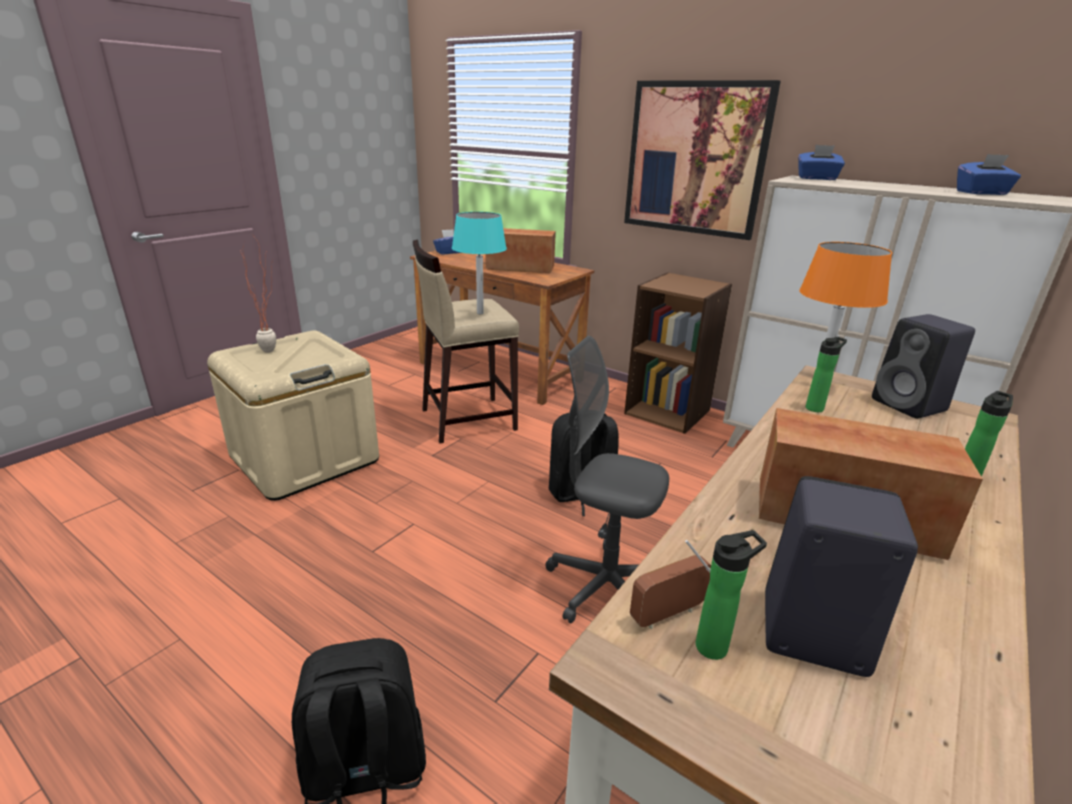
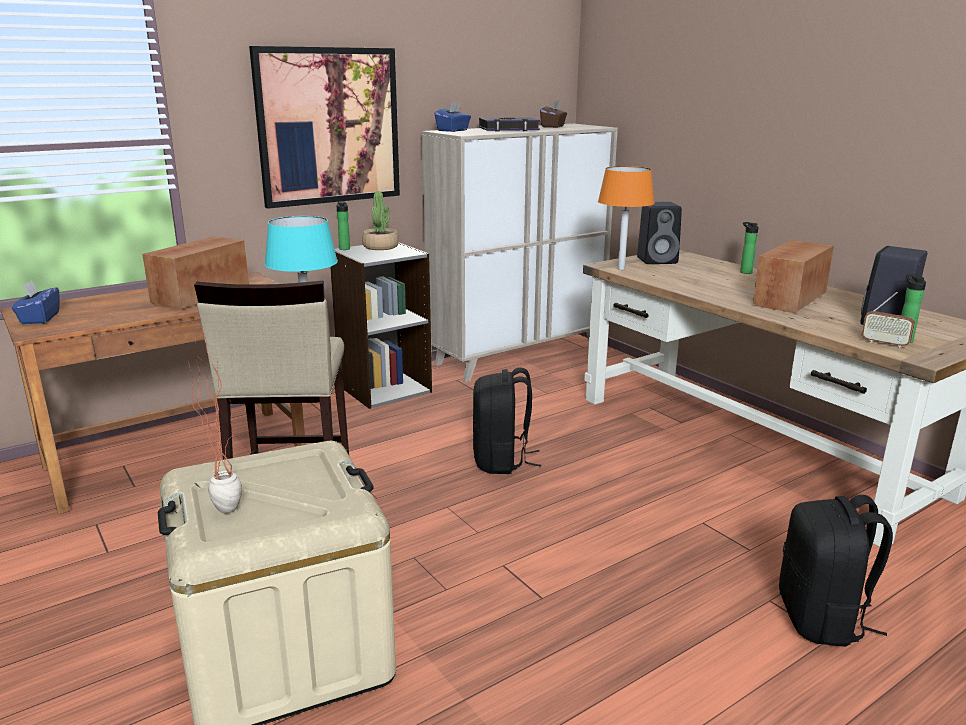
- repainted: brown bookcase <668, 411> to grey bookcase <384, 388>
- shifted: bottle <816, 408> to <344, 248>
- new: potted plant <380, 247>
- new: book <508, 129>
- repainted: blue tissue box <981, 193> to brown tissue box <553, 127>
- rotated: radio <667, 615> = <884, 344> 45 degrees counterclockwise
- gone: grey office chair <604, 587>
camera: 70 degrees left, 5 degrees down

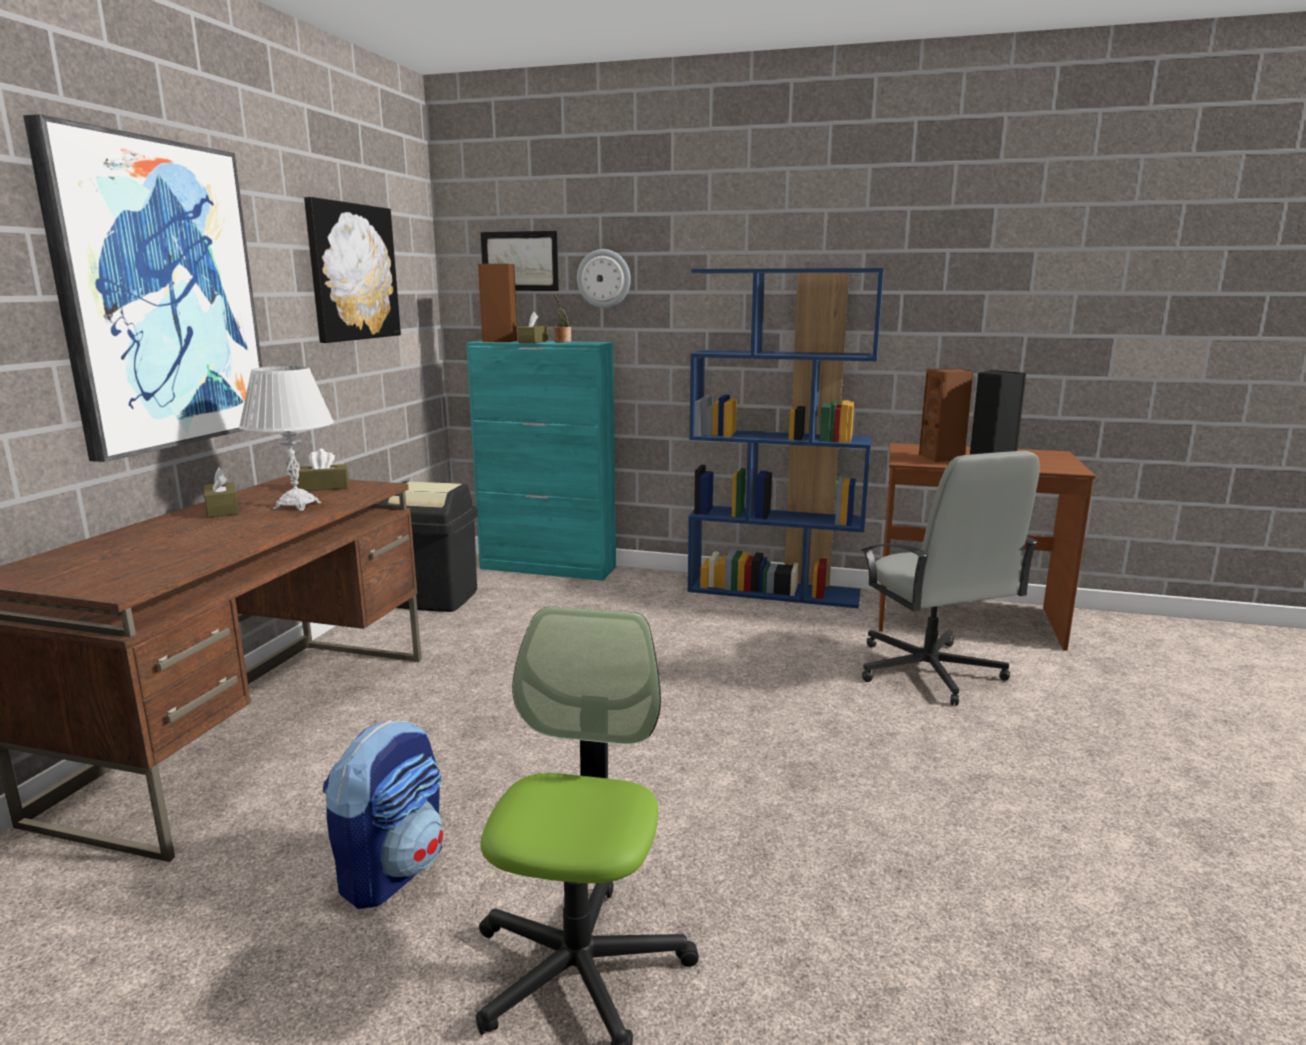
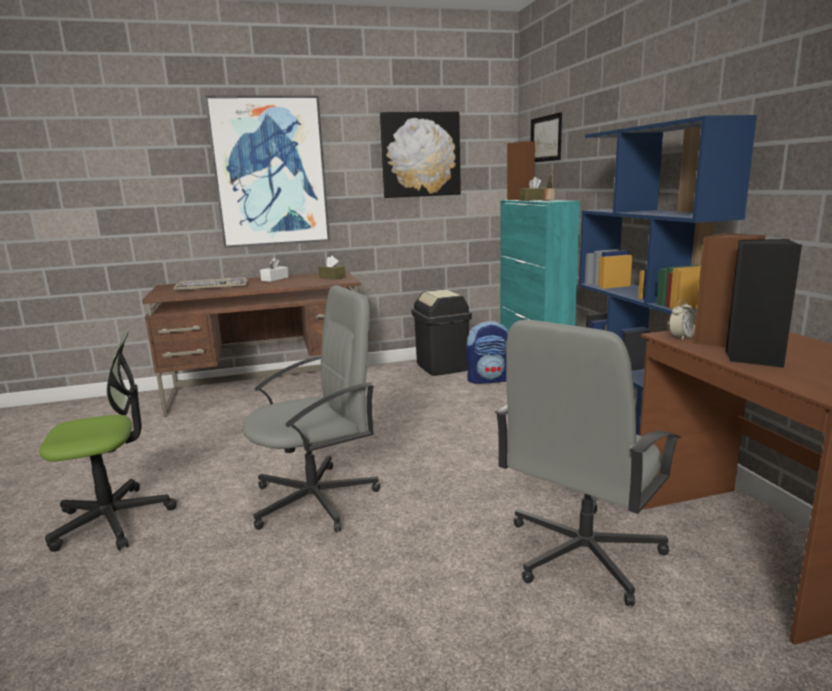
- new: keyboard <212, 287>
- new: grey office chair <316, 499>
- repainted: brown tissue box <222, 510> to white tissue box <275, 279>
- shifted: backpack <393, 870> to <489, 379>
- new: alarm clock <681, 337>
- gone: white table lamp <297, 505>
- gone: wall clock <604, 278>
camera: 60 degrees right, 0 degrees up

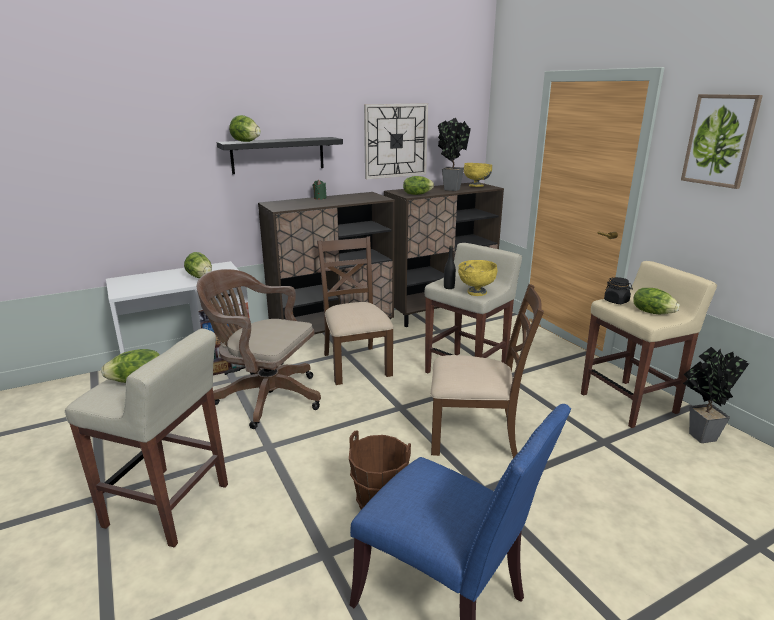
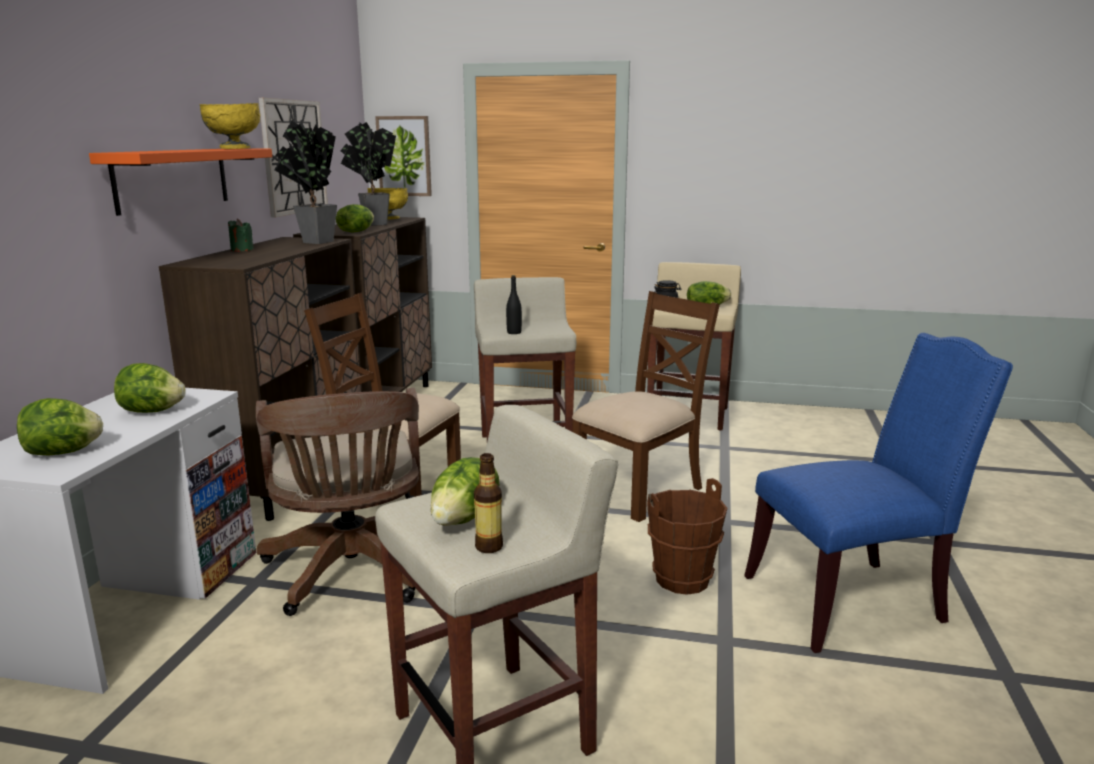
- shifted: lettuce <245, 141> to <63, 452>
- repainted: black shelf <278, 155> to orange shelf <172, 179>
- shifted: yellow bowl <476, 292> to <234, 148>
- rotated: brown office chair <265, 397> = <352, 573> 75 degrees counterclockwise
- shifted: potted plant <697, 436> to <313, 242>
- shifted: picture <720, 140> to <404, 156>
- new: bottle <489, 547>
camera: 50 degrees left, 5 degrees down

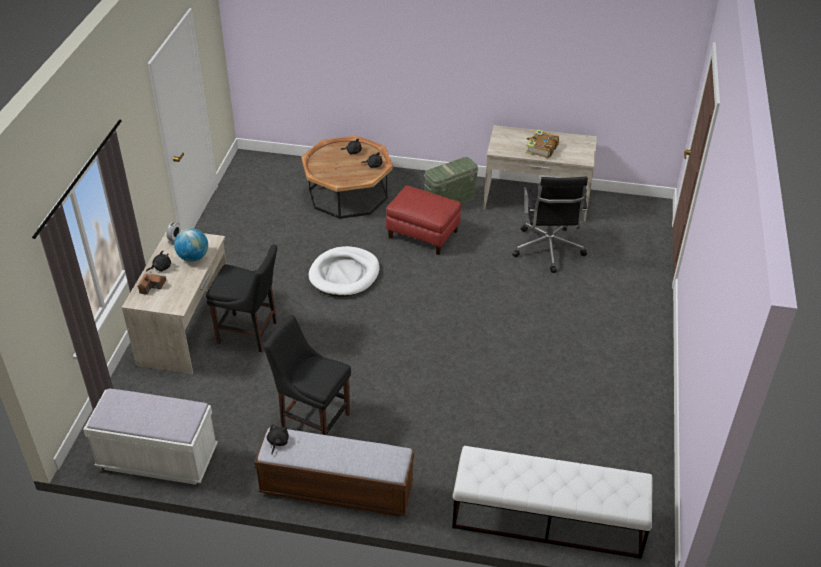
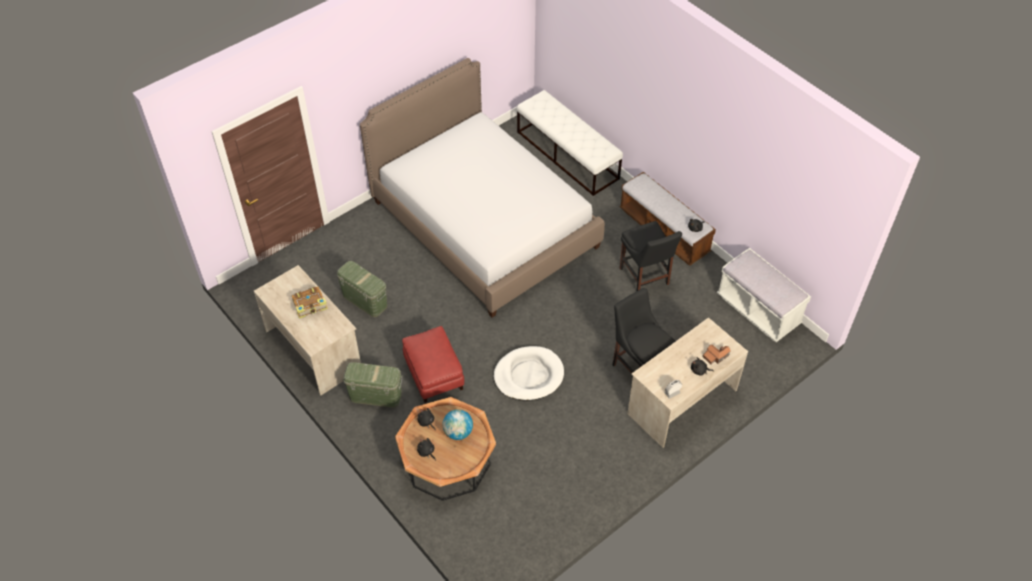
- swapped: black office chair <548, 250> to green storage box <365, 300>
- new: bed <484, 224>
- shifted: globe <193, 257> to <458, 432>
camera: 140 degrees left, 10 degrees up

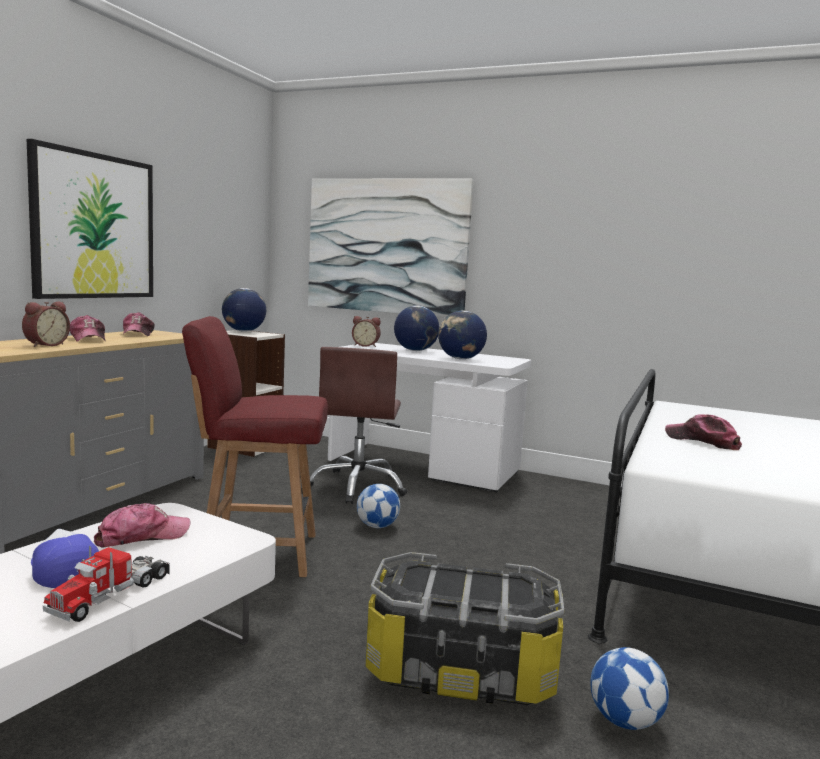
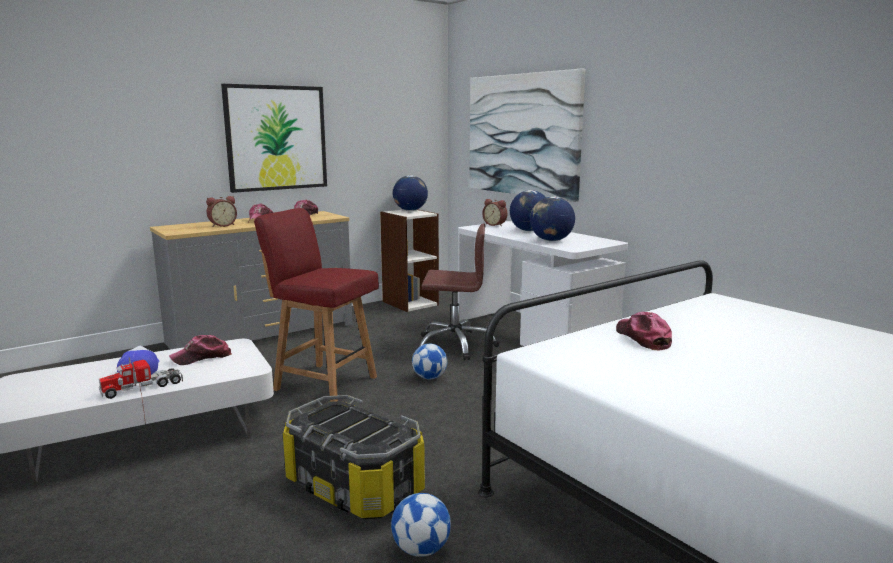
- rotated: cap <142, 536> = <202, 357> 150 degrees clockwise
- rotated: brown office chair <358, 486> = <455, 345> 120 degrees counterclockwise
camera: 30 degrees right, 5 degrees up

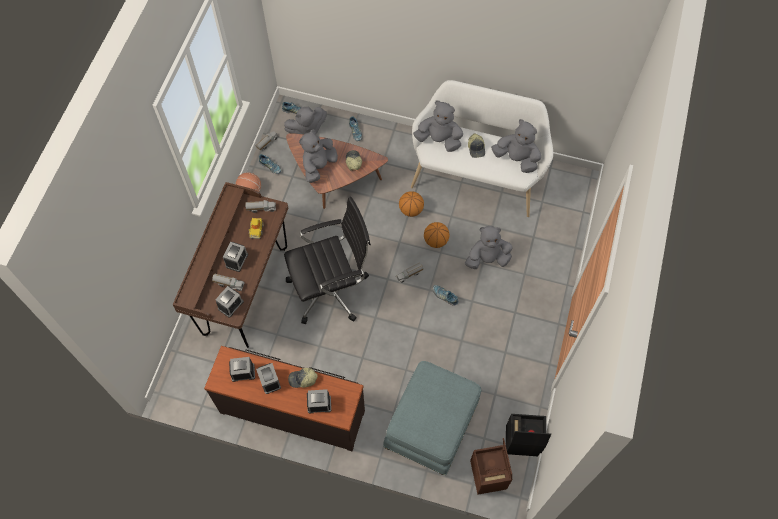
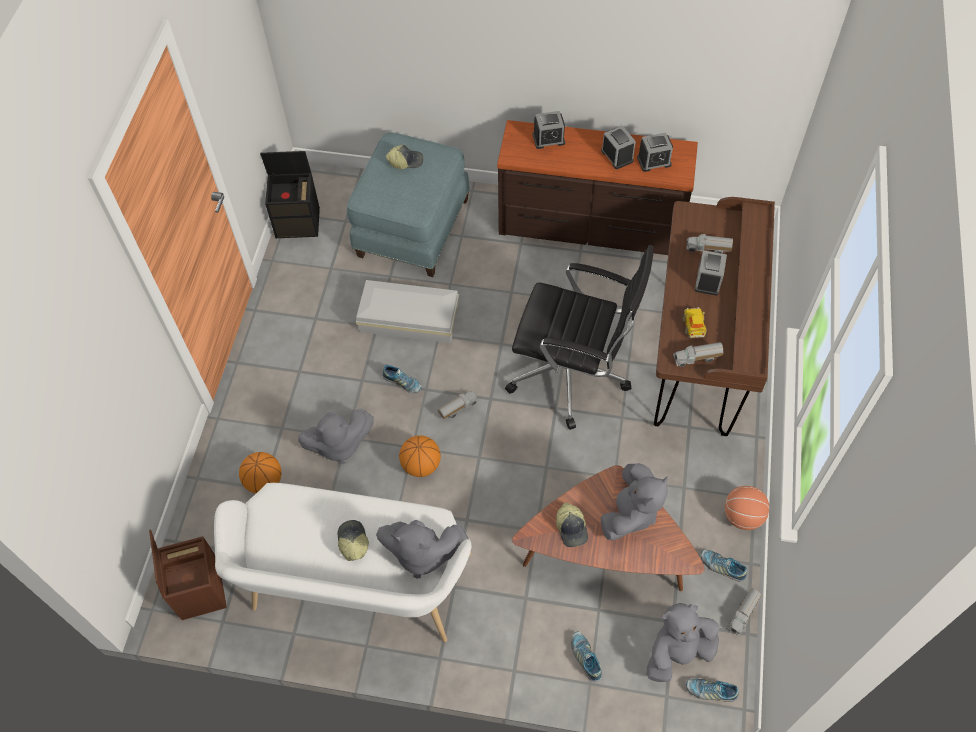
- shifted: brown storage box <489, 475> to <199, 589>
- shifted: basketball <411, 210> to <264, 481>
- new: white storage box <410, 320>
- shifted: cap <302, 379> to <405, 161>
- rotated: black office chair <331, 289> = <572, 375> 135 degrees counterclockwise
- gone: alarm clock <230, 305>
- gone: grey plush toy <516, 159>
camera: 175 degrees right, 5 degrees down

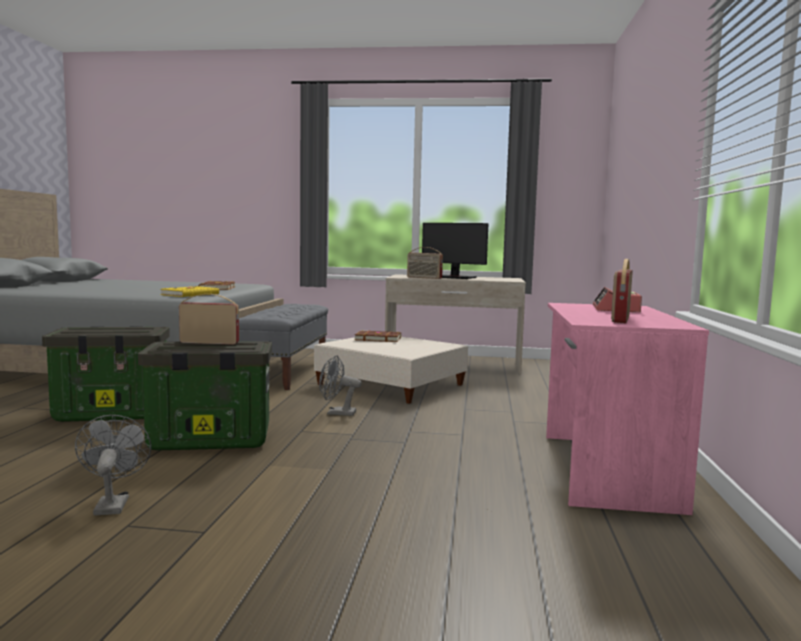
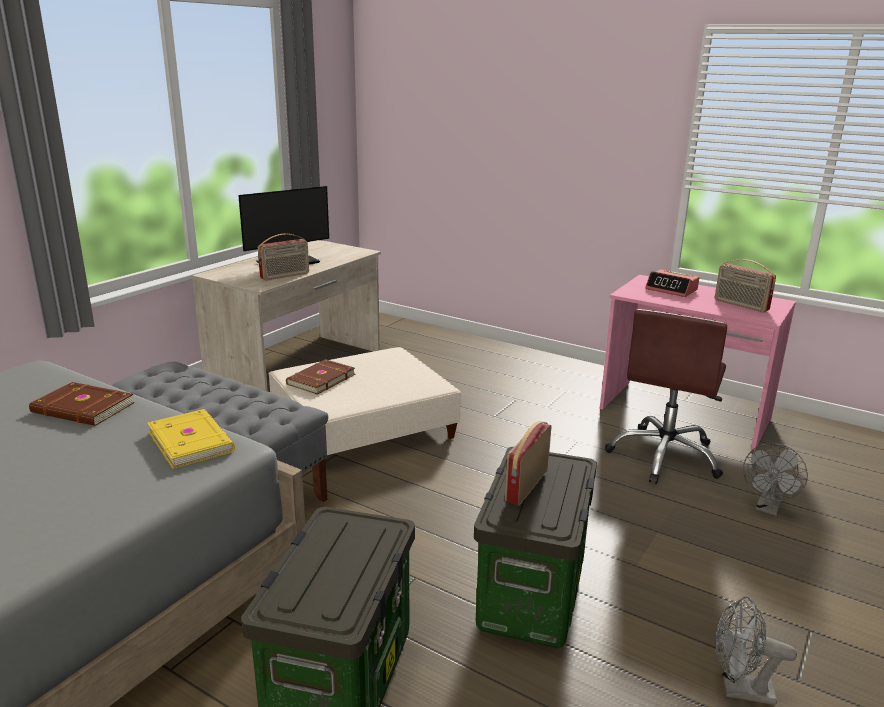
- new: brown office chair <665, 456>
- shifted: grey fan <336, 413> to <768, 508>
camera: 65 degrees left, 15 degrees up

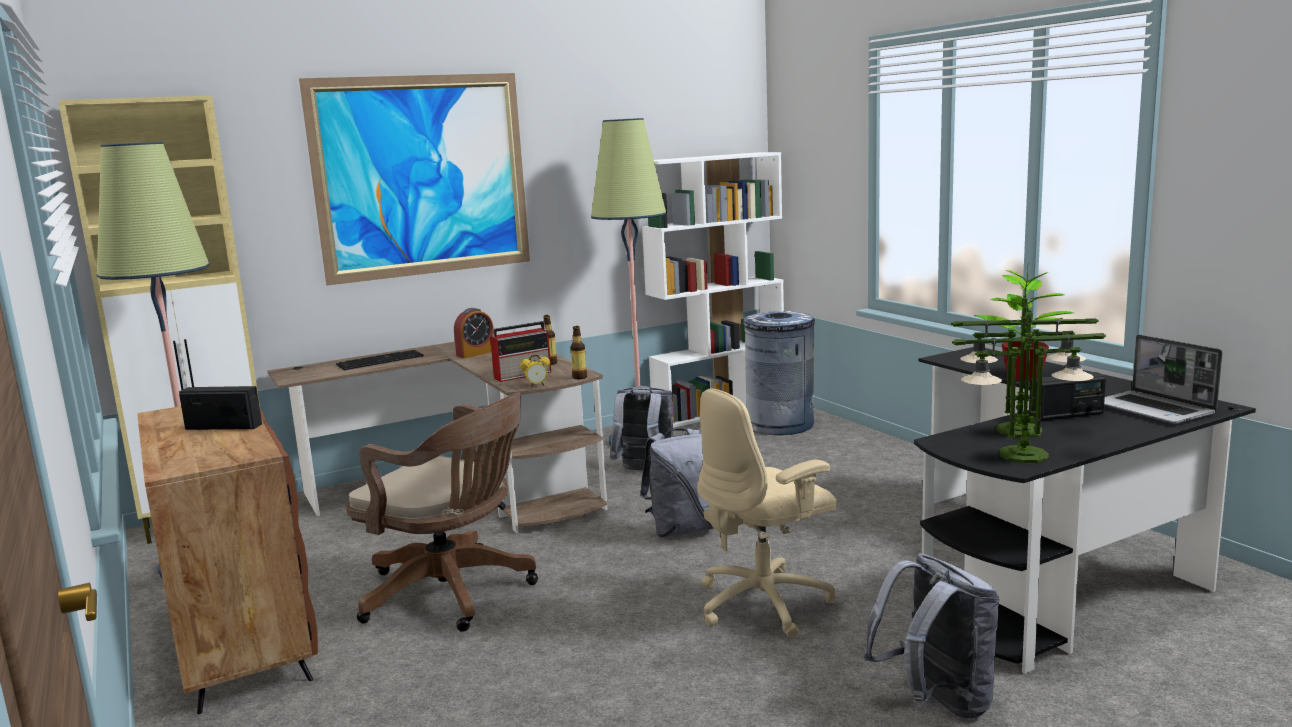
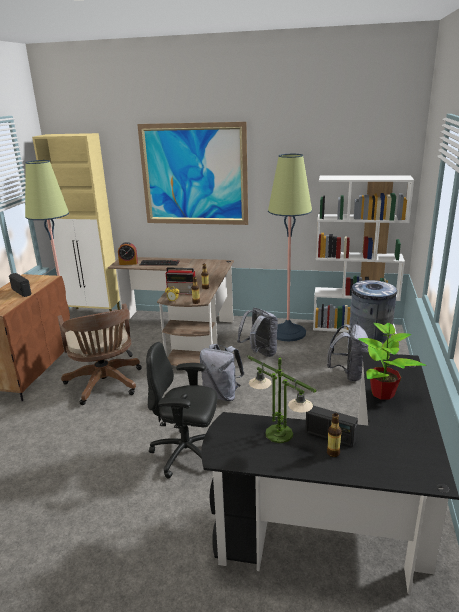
- shifted: alarm clock <476, 353> to <128, 263>
- repainted: beige office chair <765, 603> to black office chair <187, 454>
- shifted: grey backpack <936, 703> to <348, 374>
- new: bottle <333, 453>
- gone: table lamp <1022, 455>
- gone: laptop <1155, 410>
camera: 40 degrees right, 10 degrees up

